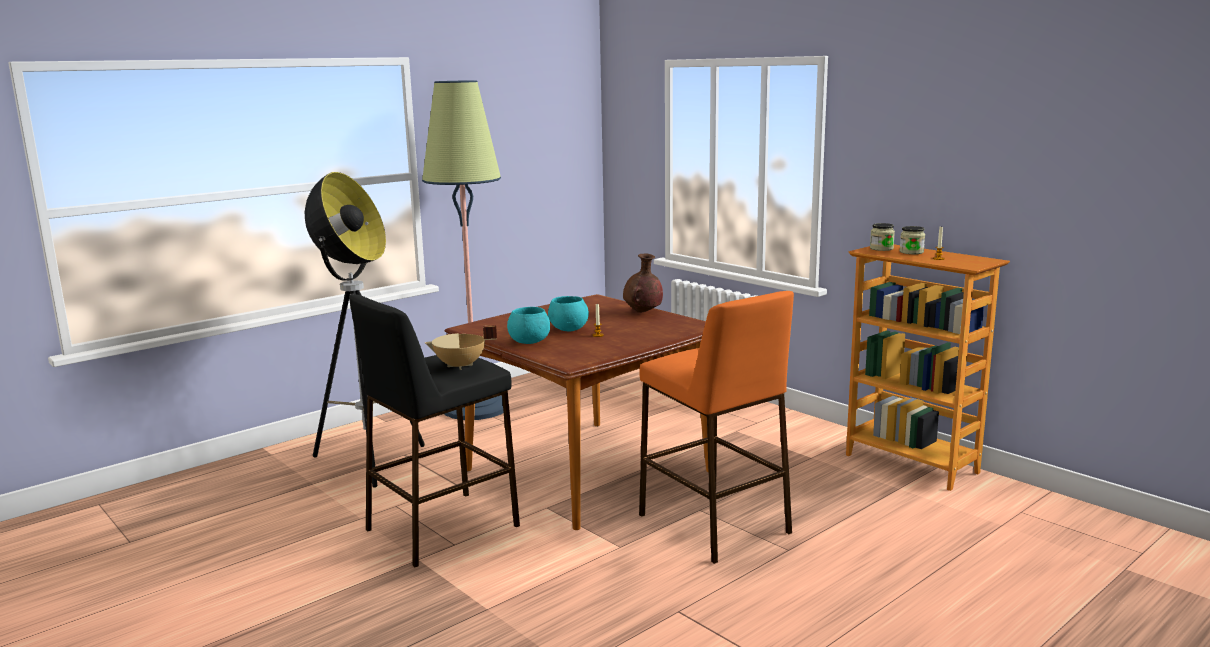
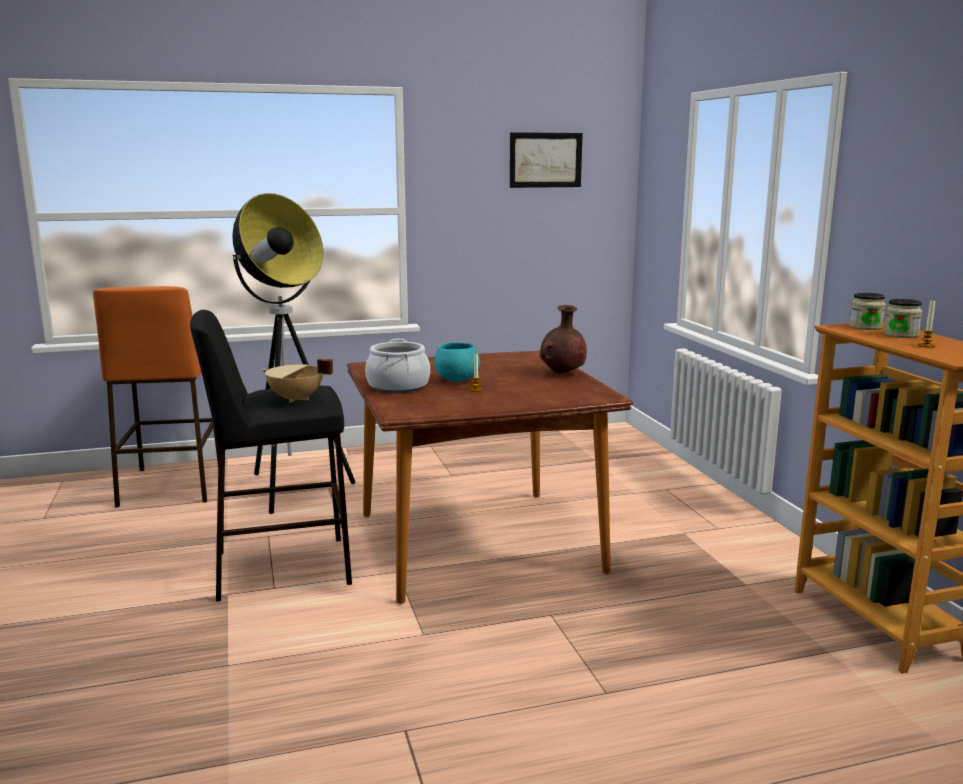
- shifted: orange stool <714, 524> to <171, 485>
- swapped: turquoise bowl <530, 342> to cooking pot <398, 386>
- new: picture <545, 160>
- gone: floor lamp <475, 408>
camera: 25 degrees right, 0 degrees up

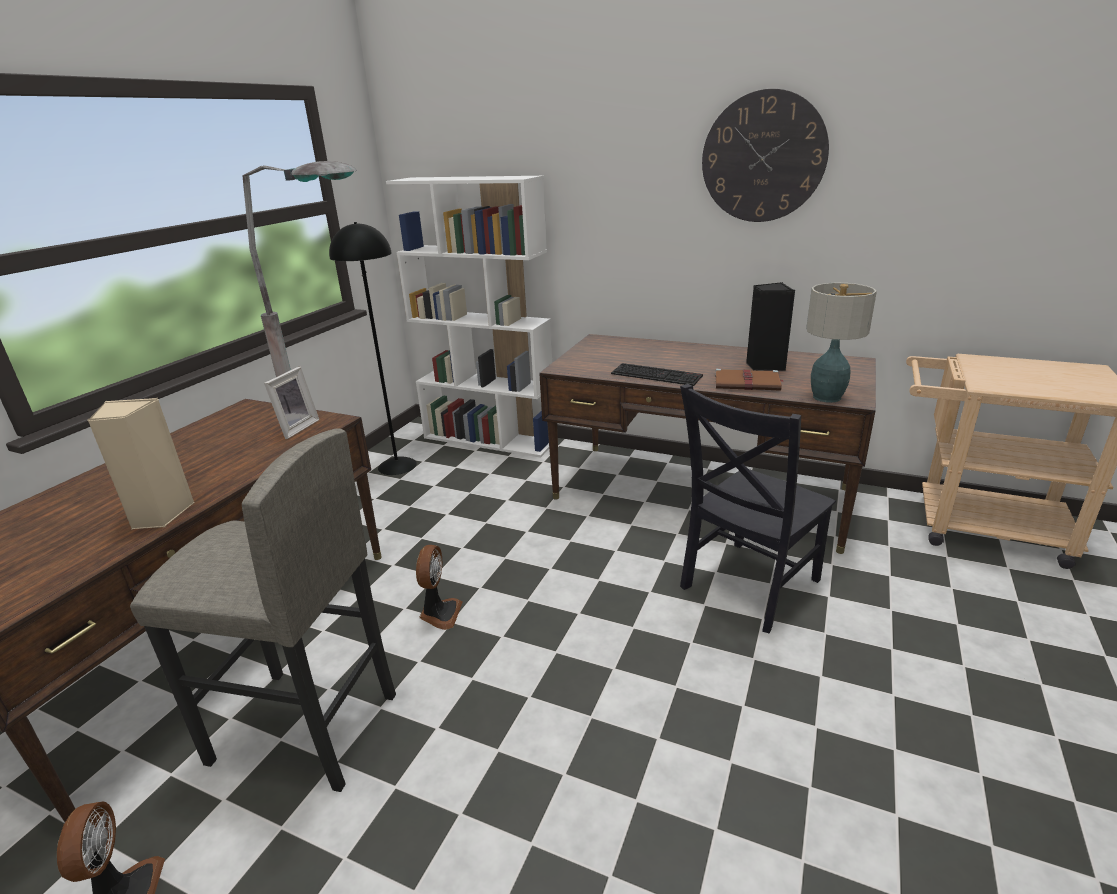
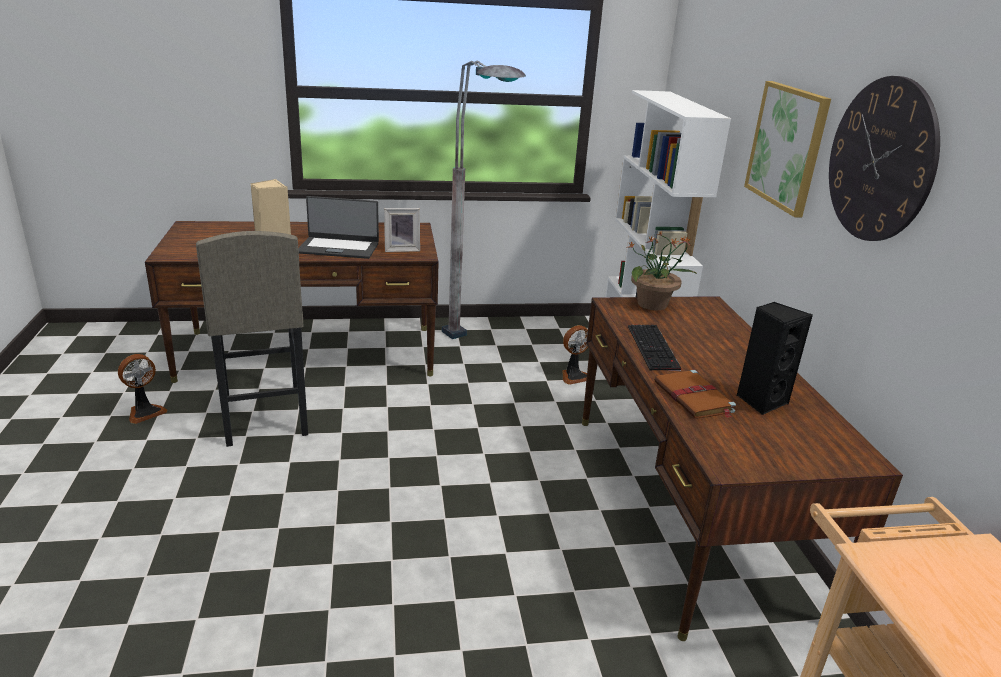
- new: laptop <338, 248>
- shifted: fan <439, 613> to <574, 376>
- new: potted plant <653, 304>
- new: picture <787, 147>
- gone: black floor lamp <397, 466>
- gone: black chair <746, 586>
- gone: table lamp <826, 397>
camera: 55 degrees right, 0 degrees up

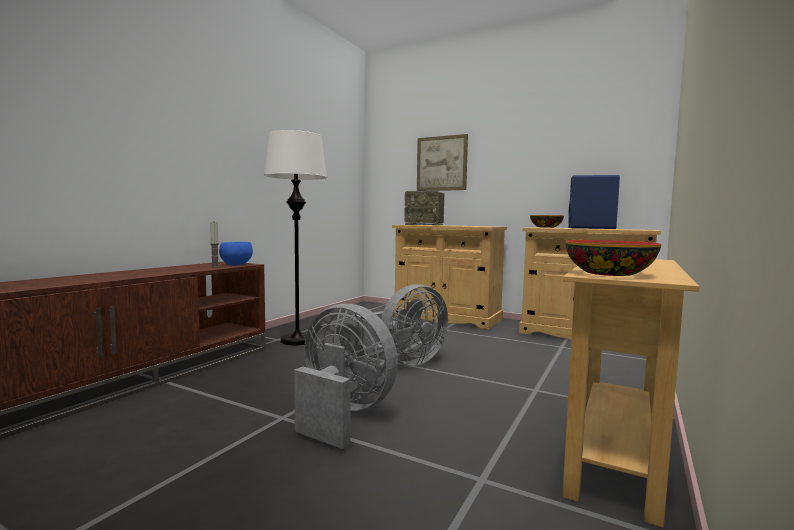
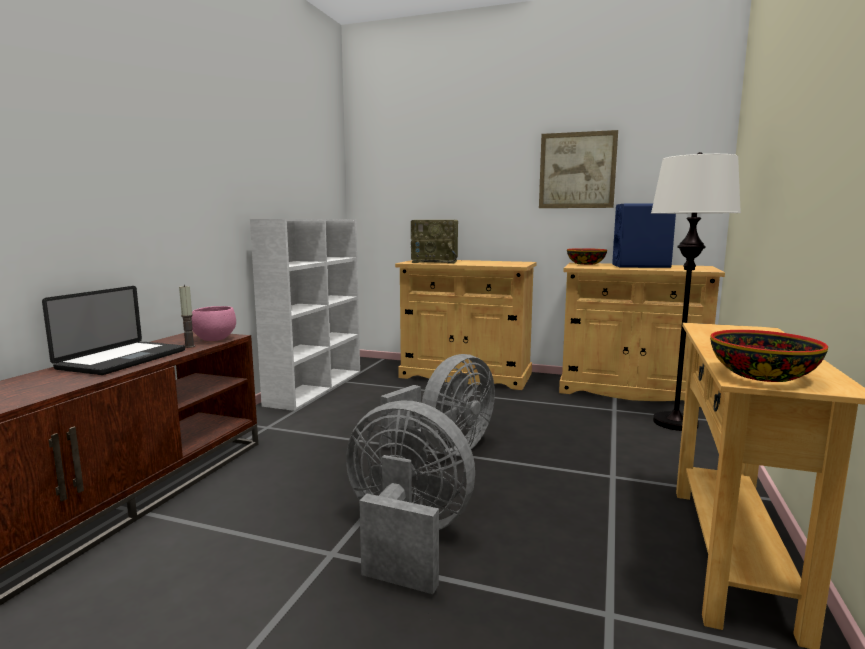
- new: laptop <123, 359>
- repainted: blue bowl <235, 265> to pink bowl <213, 339>
- new: white bookcase <316, 387>
- shifted: picture <441, 163> to <577, 170>
- shifted: white floor lamp <297, 340> to <675, 423>
camera: 10 degrees left, 5 degrees up

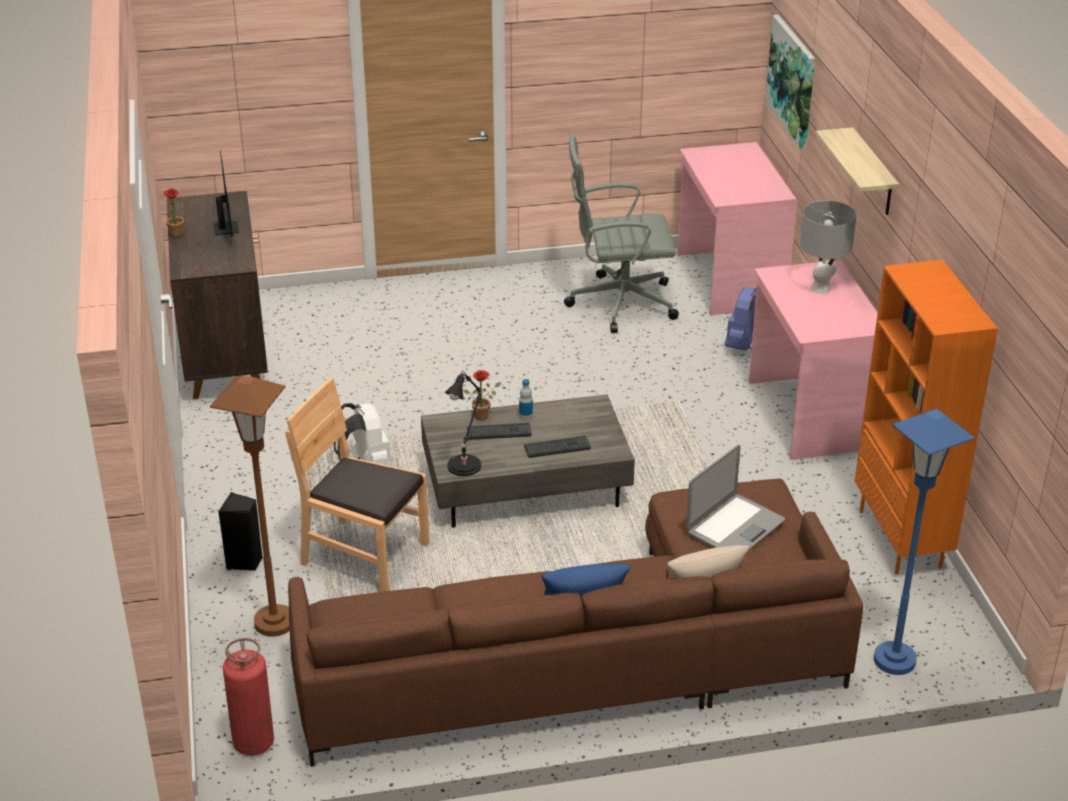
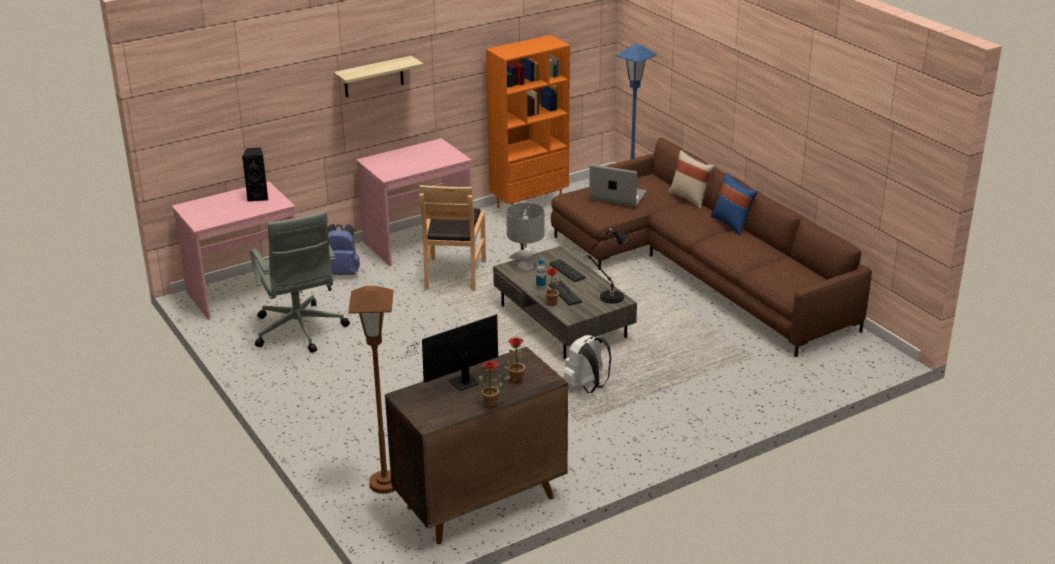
- shifted: black speaker <245, 562> to <258, 197>
- shifted: brown floor lamp <274, 622> to <385, 484>
- shifted: brown chair <365, 555> to <454, 274>
- new: potted plant <515, 378>
- shifted: grey table lamp <821, 288> to <525, 266>
- gone: fire extinguisher <253, 743>
- gone: picture <792, 81>
camera: 110 degrees left, 5 degrees down

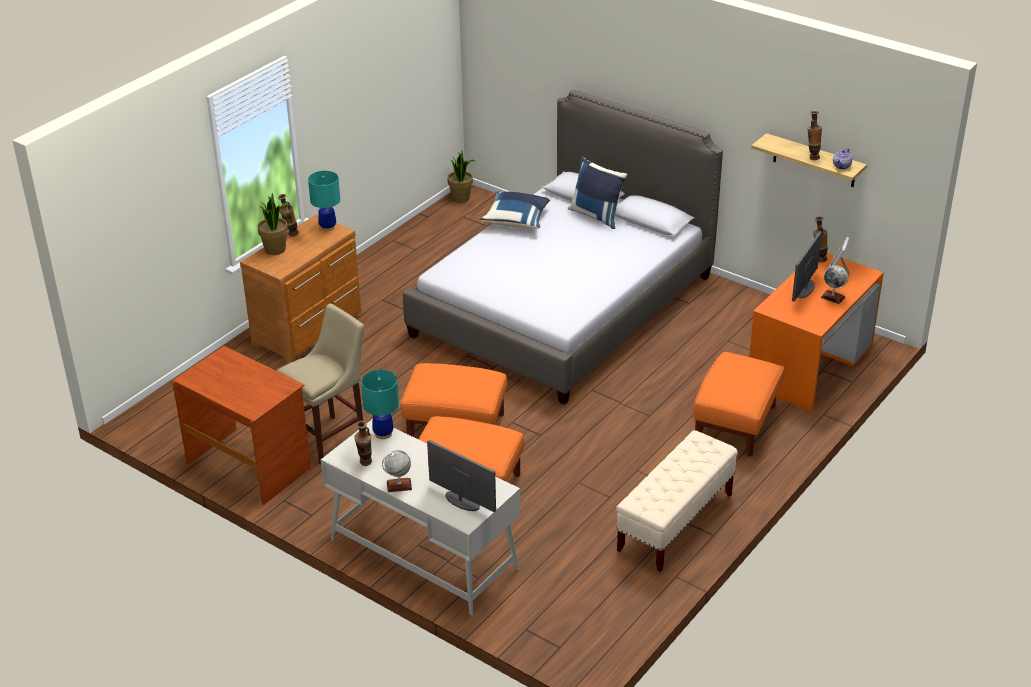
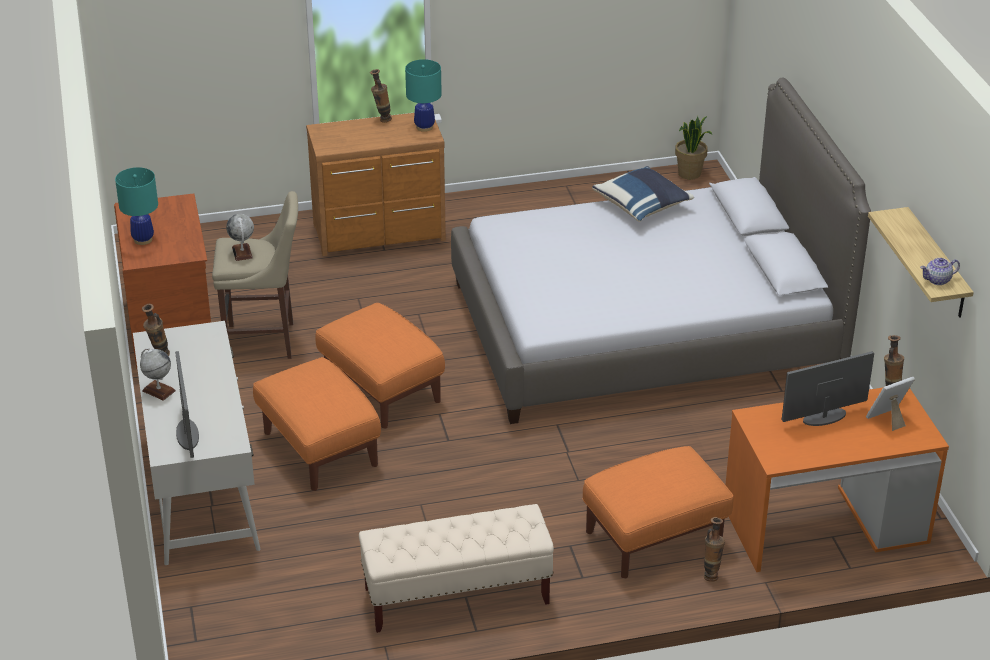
- shifted: turquoise table lamp <383, 433> to <143, 239>
- shifted: globe <832, 297> to <242, 252>
- shifted: vase <812, 157> to <711, 574>
- gone: potted plant <275, 249>
- gone: blue pillow <597, 215>
camera: 40 degrees right, 0 degrees up

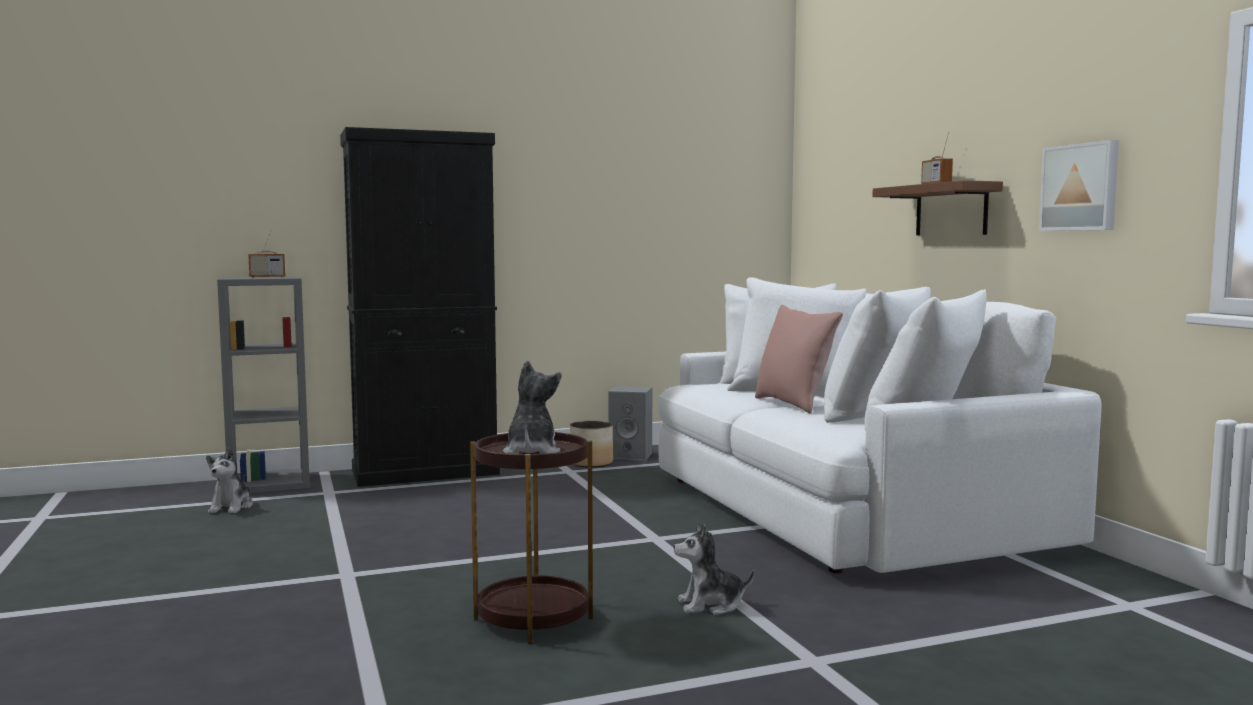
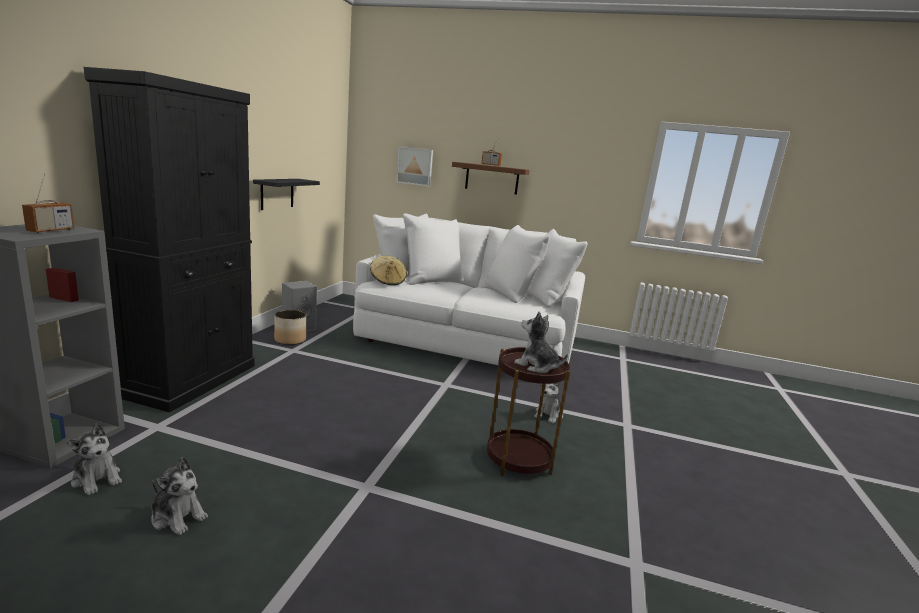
- new: plush toy <178, 517>
- new: black shelf <277, 193>
- new: beige hat <388, 281>
- shifted: picture <1081, 187> to <415, 166>
- gone: pink pillow <794, 405>
camera: 55 degrees left, 10 degrees up

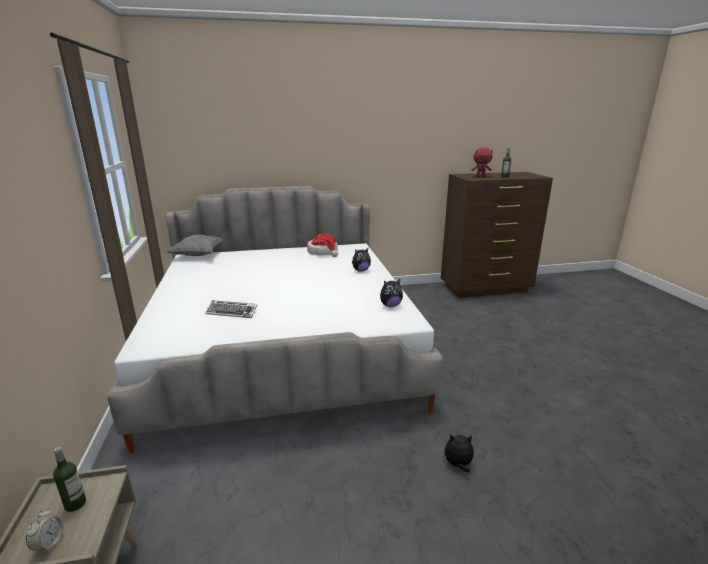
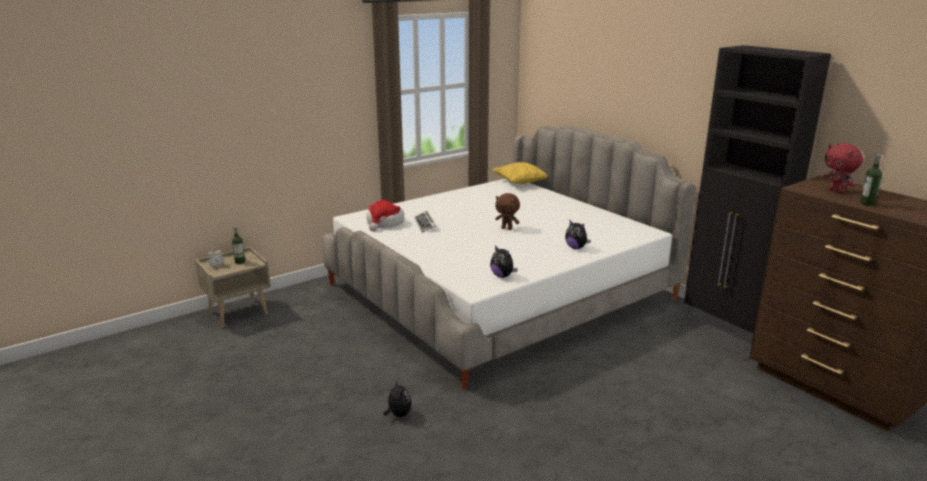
- shifted: hat <323, 252> to <385, 223>
- repainted: grey pillow <198, 255> to yellow pillow <521, 183>
- new: brown plush toy <507, 228>
- new: black cabinet <727, 329>
camera: 65 degrees right, 0 degrees up

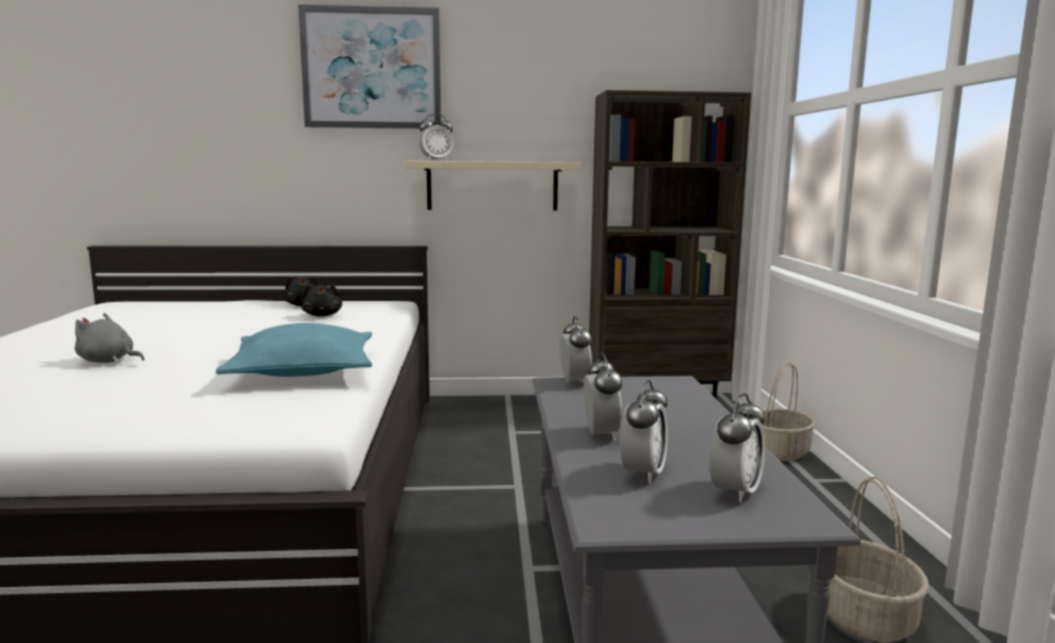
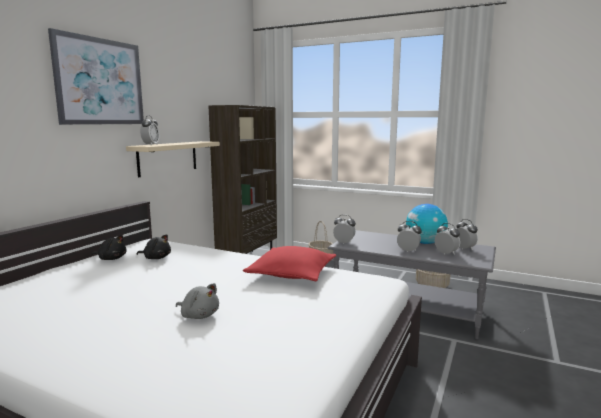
- rotated: grey plush toy <108, 361> = <199, 315> 105 degrees counterclockwise
- repainted: turquoise pillow <303, 371> to red pillow <292, 273>
- new: globe <425, 243>
camera: 60 degrees left, 0 degrees up

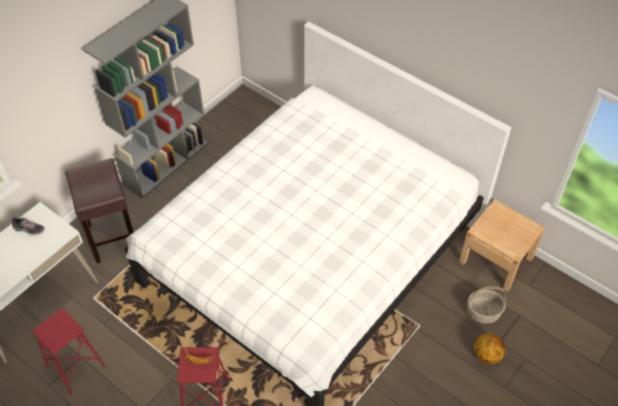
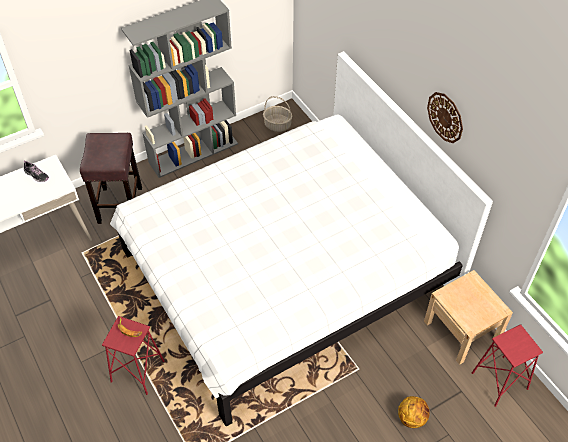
- shifted: basket <483, 312> to <278, 125>
- new: wall clock <445, 117>
- shifted: red stool <76, 367> to <499, 381>
camera: 20 degrees right, 0 degrees up

